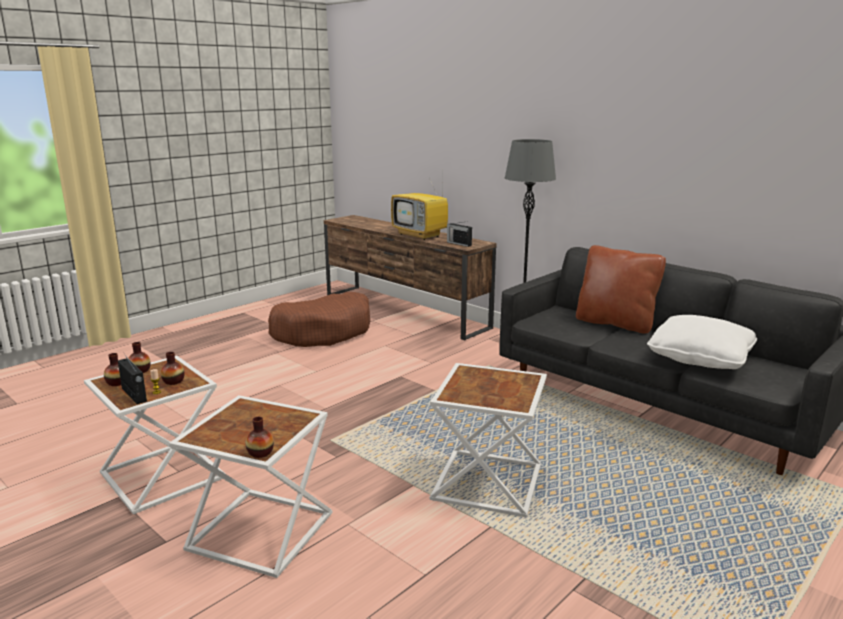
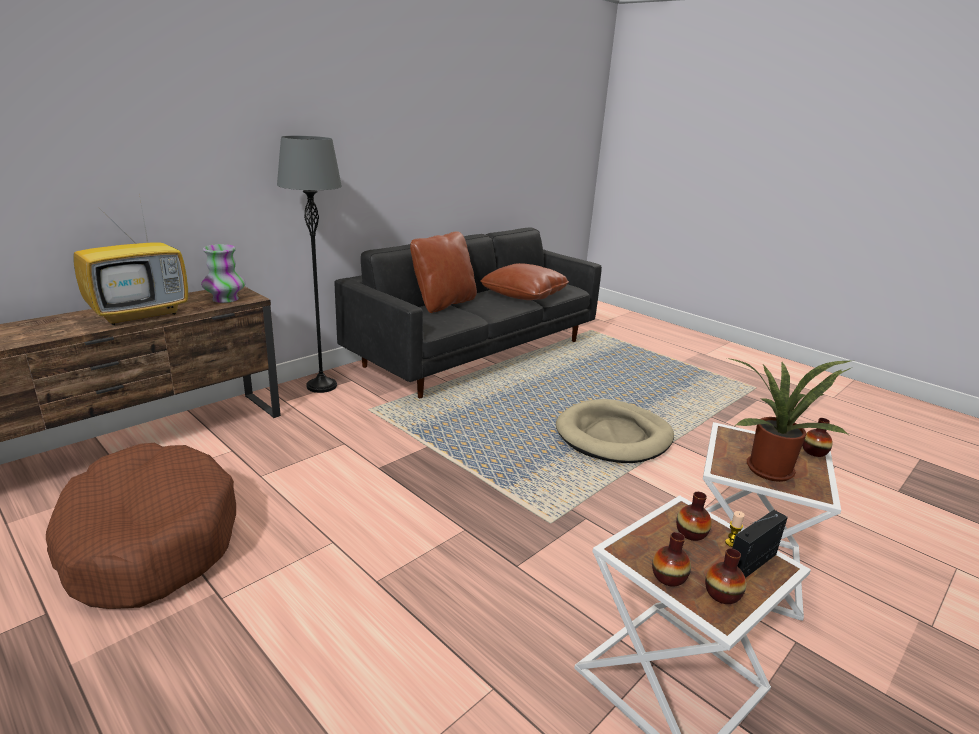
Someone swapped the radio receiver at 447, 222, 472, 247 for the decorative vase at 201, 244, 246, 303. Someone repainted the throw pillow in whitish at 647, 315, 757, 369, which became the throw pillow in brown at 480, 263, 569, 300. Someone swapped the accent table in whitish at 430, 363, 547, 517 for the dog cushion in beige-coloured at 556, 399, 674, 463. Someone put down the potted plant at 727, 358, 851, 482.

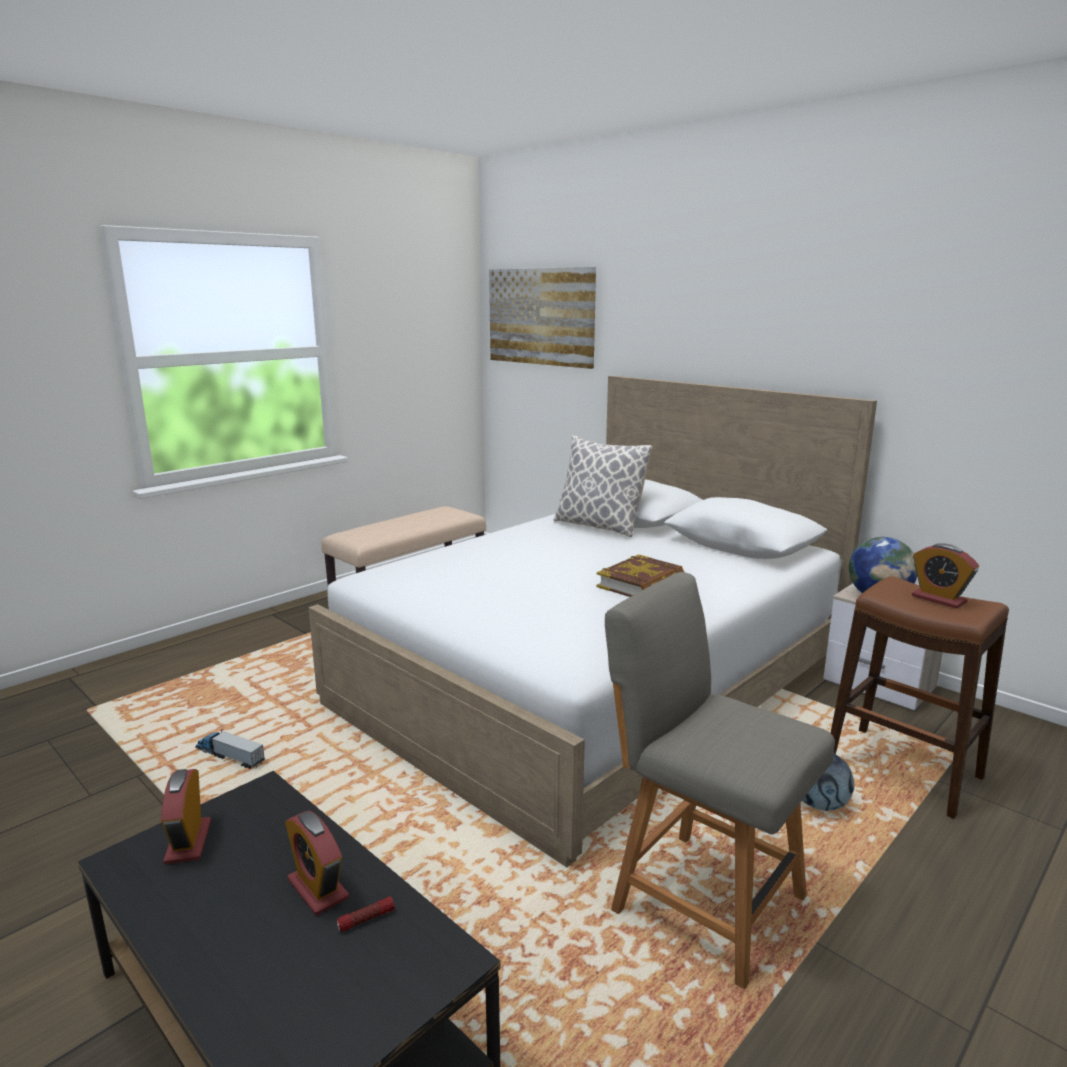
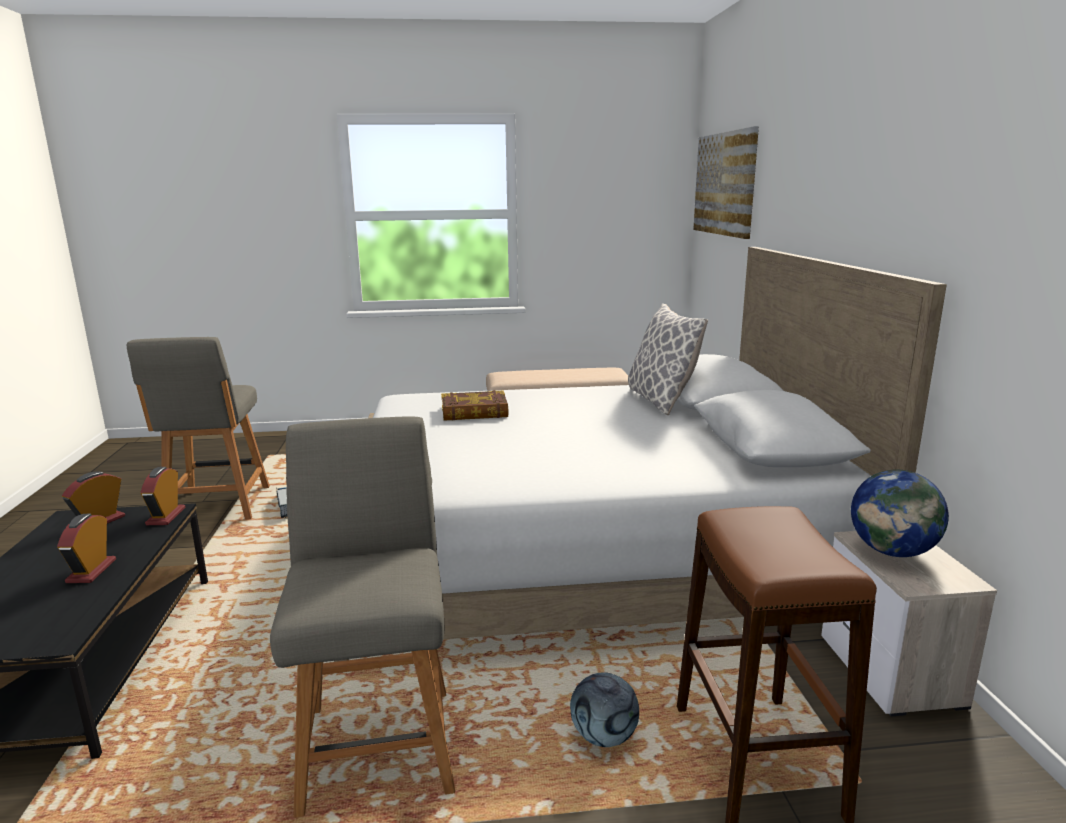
Someone put down the chair in grey at 127, 337, 270, 520. Someone carried the table clock from 912, 543, 979, 609 to 141, 467, 185, 525. Someone carried the book from 596, 554, 684, 597 to 441, 390, 508, 421. Someone took away the hand torch at 337, 896, 395, 932.

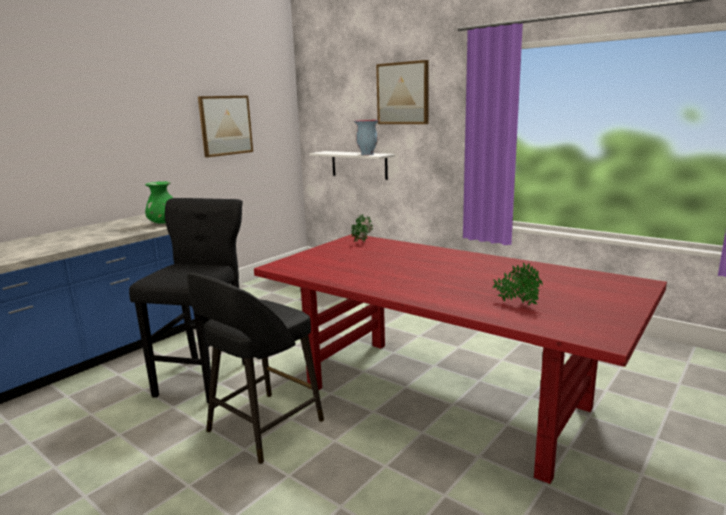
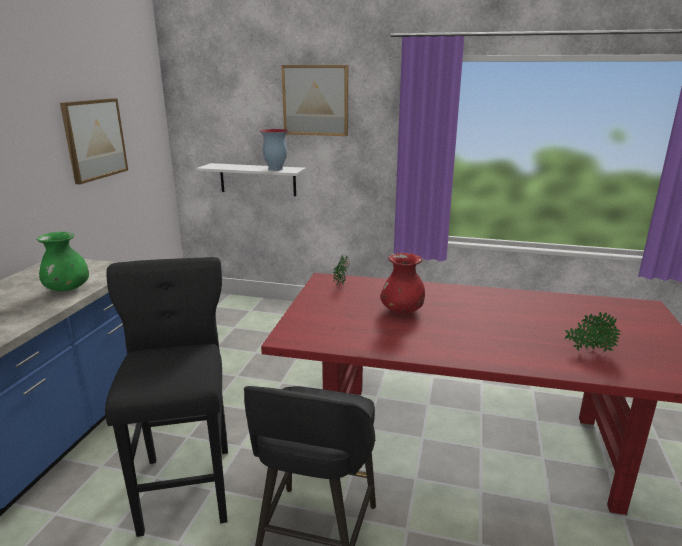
Someone put down the decorative vase in reddish at 380, 253, 425, 313.

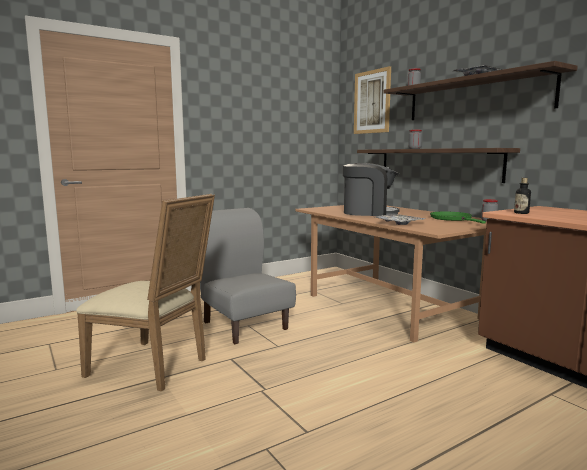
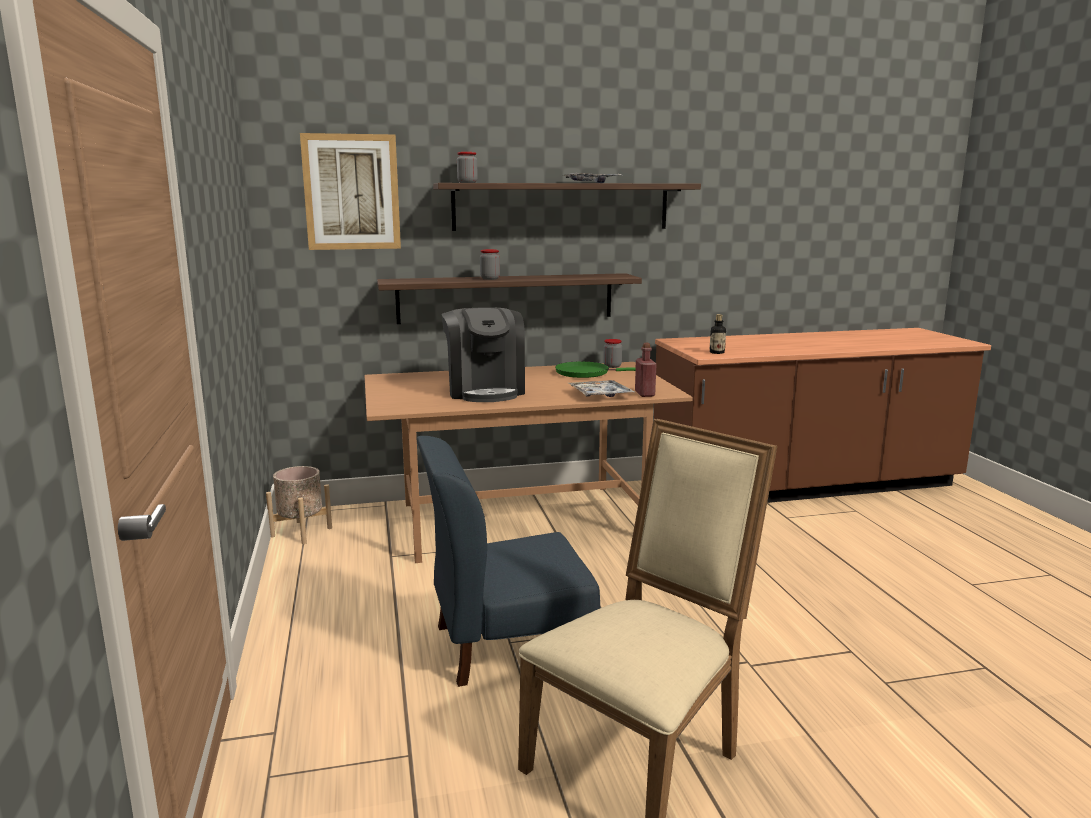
Someone put down the planter in beige-coloured at 266, 466, 332, 544. Someone repainted the chair in grey at 200, 208, 296, 344, which became the chair in bluish at 416, 436, 600, 687. Someone rotated the coffee maker at 343, 163, 400, 216 by 135 degrees clockwise. Someone put down the bottle in reddish at 635, 343, 657, 397.

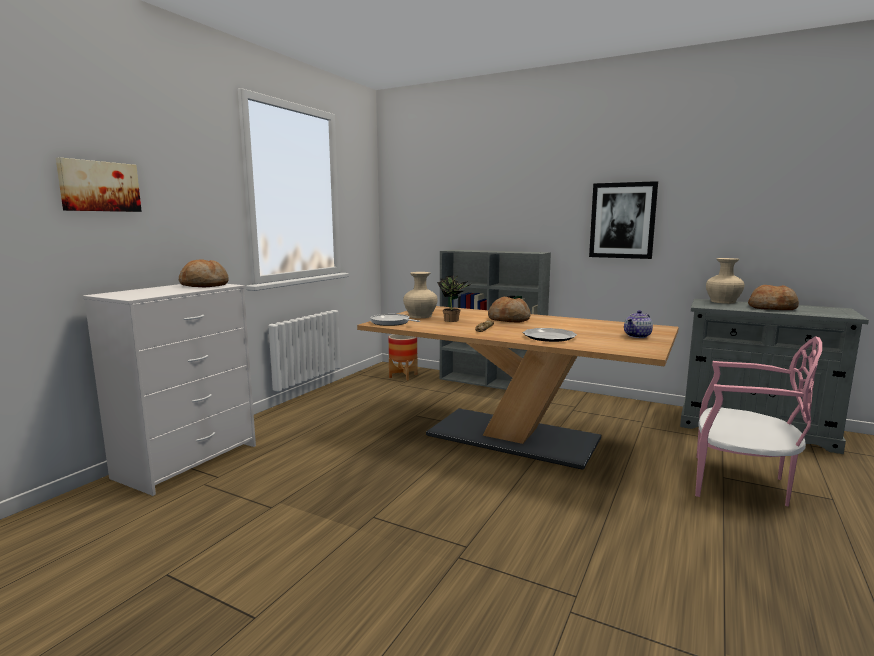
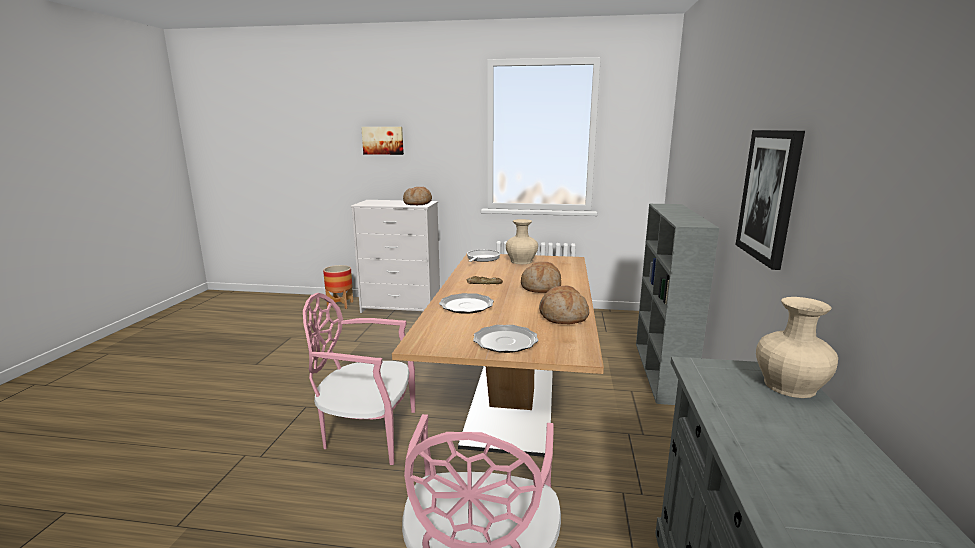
Someone put down the chair in pink at 303, 293, 415, 465. Someone carried the planter from 389, 334, 418, 381 to 323, 265, 353, 309. Someone swapped the tea pot at 624, 310, 653, 338 for the dinner plate at 473, 325, 539, 353. Someone carried the bread from 748, 285, 799, 310 to 539, 285, 589, 324. Someone took away the potted plant at 437, 276, 470, 322.

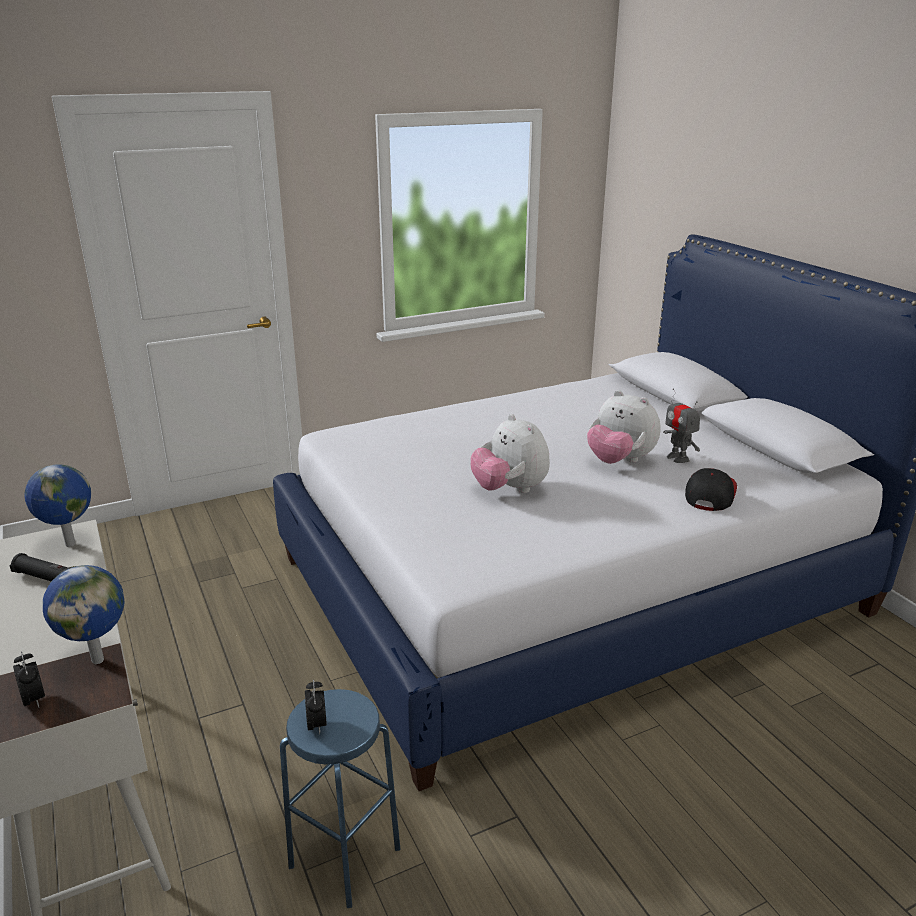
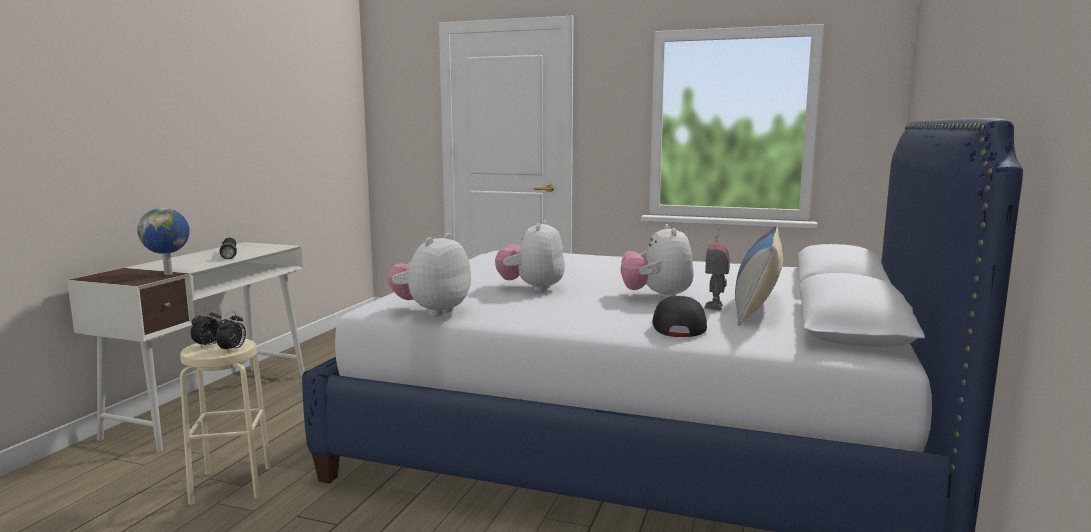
Someone repainted the sitting stool in bluish at 280, 689, 401, 908, which became the sitting stool in beige-coloured at 180, 339, 271, 505. Someone carried the table clock from 13, 651, 45, 708 to 216, 311, 246, 352. Someone put down the cuddly toy at 387, 233, 471, 316. Someone rotated the peaked cap at 685, 468, 737, 511 by 60 degrees counterclockwise. Someone put down the throw pillow at 735, 226, 783, 326. Someone took away the desk globe at 24, 464, 91, 547.

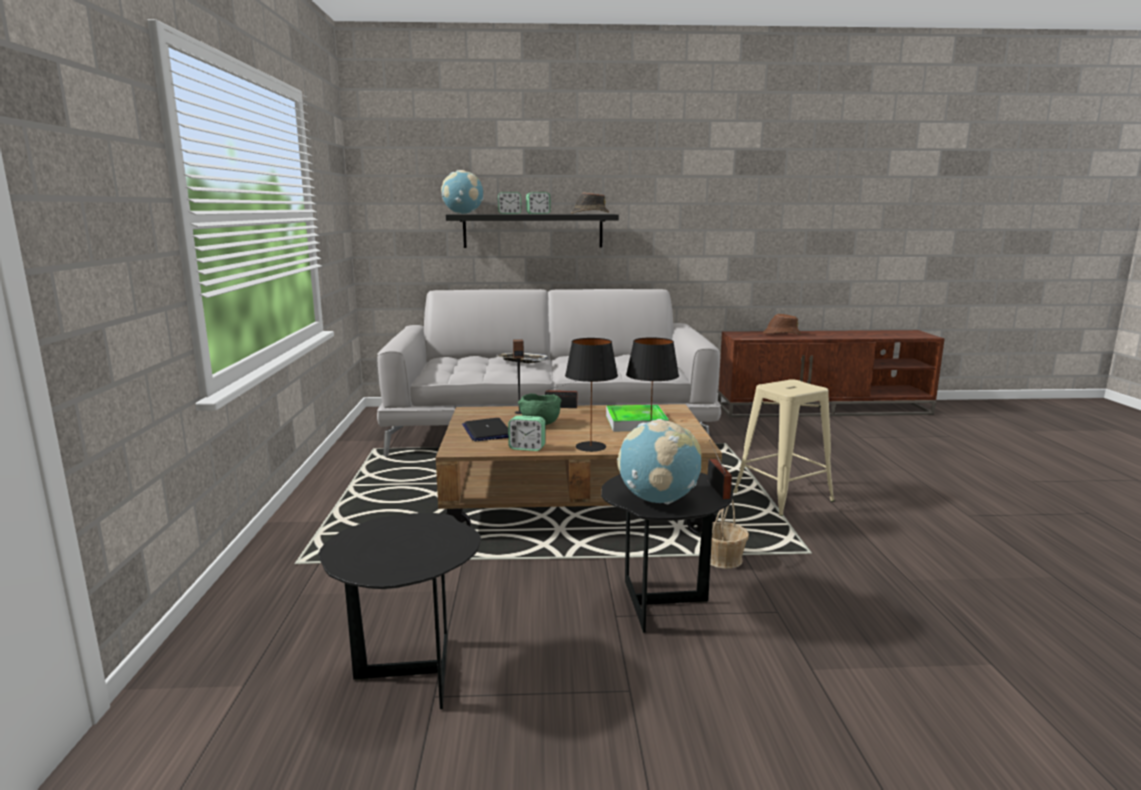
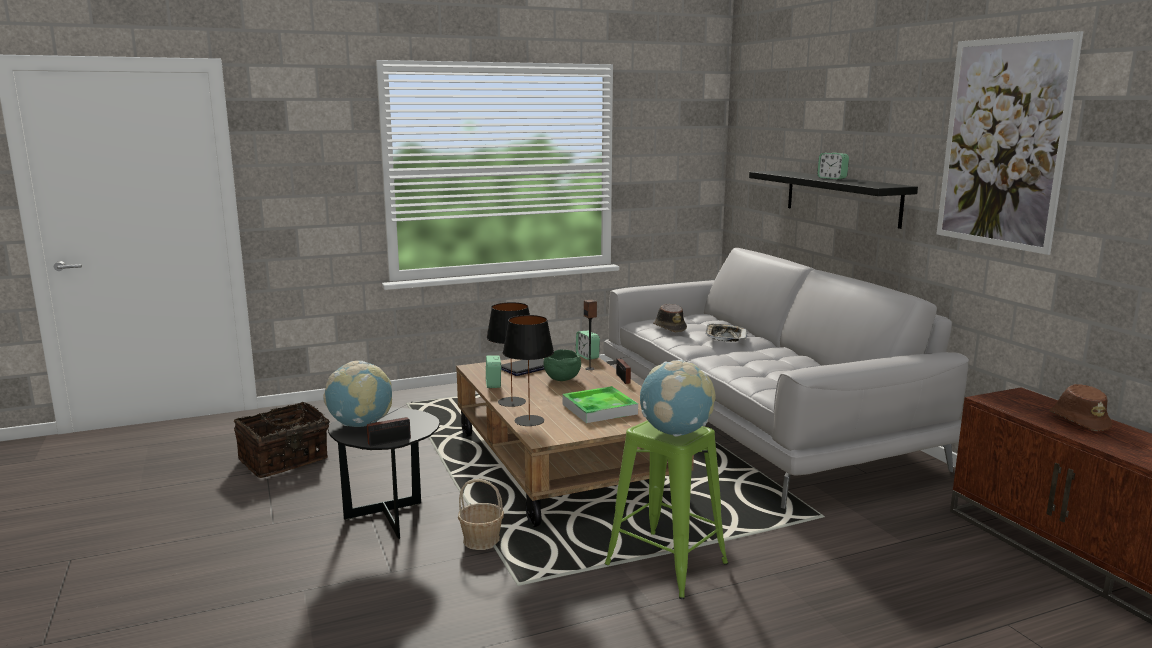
Someone swapped the accent table in black-coloured at 318, 513, 481, 709 for the storage basket at 234, 402, 330, 478. Someone carried the table clock from 498, 192, 521, 214 to 576, 331, 600, 360. Someone repainted the sitting stool in beige-coloured at 733, 379, 835, 516, which became the sitting stool in greenish at 605, 420, 728, 599. Someone carried the desk globe from 441, 170, 483, 214 to 640, 360, 716, 437. Someone carried the wearable hat in brown from 571, 192, 609, 214 to 653, 304, 687, 332. Someone put up the picture at 937, 31, 1083, 255.

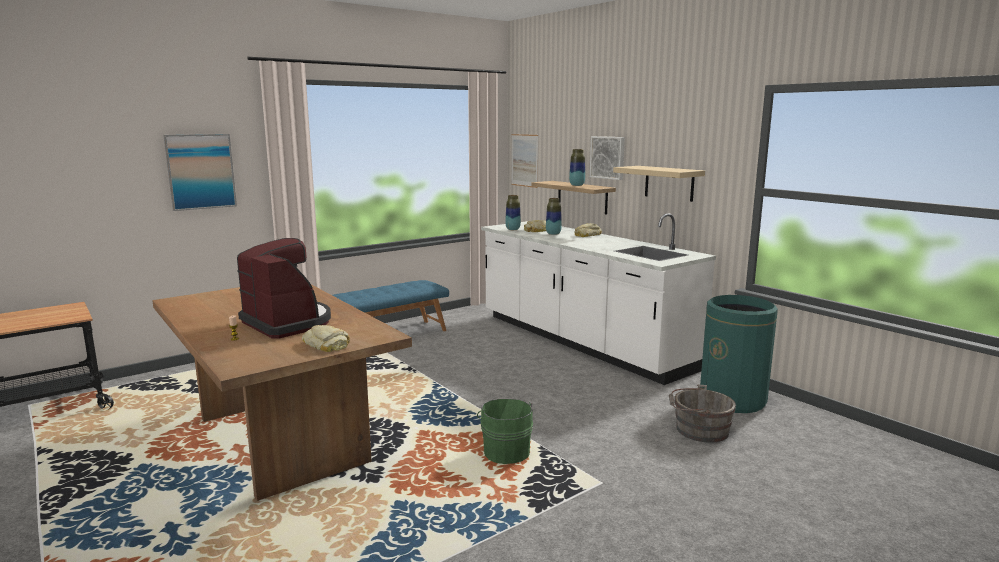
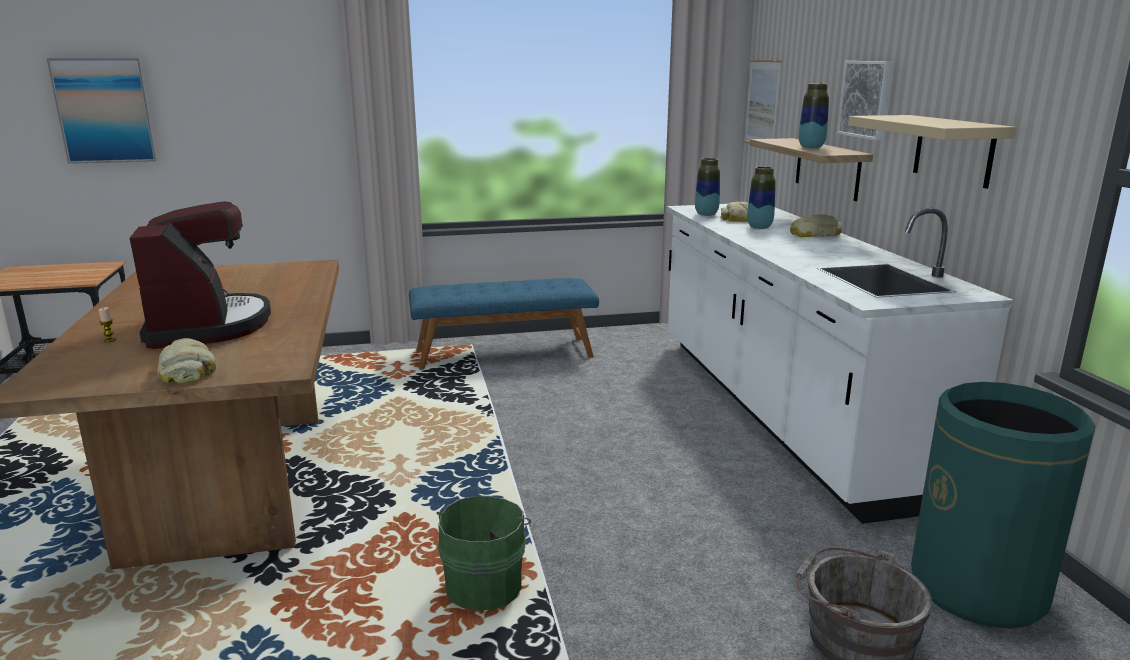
Someone carried the picture from 163, 134, 237, 211 to 47, 58, 158, 164.

